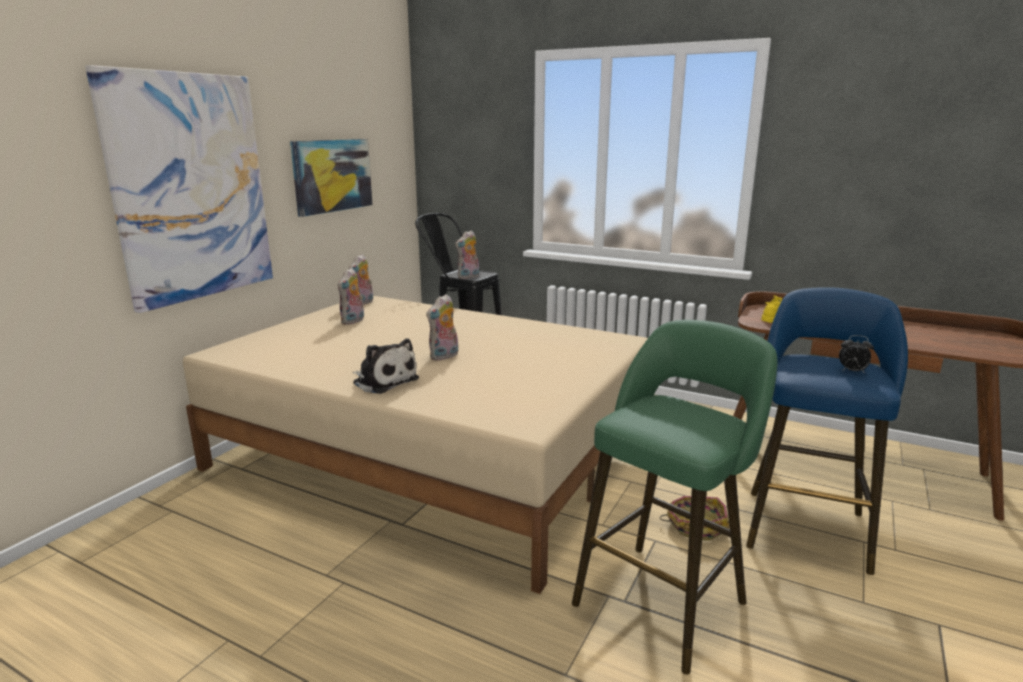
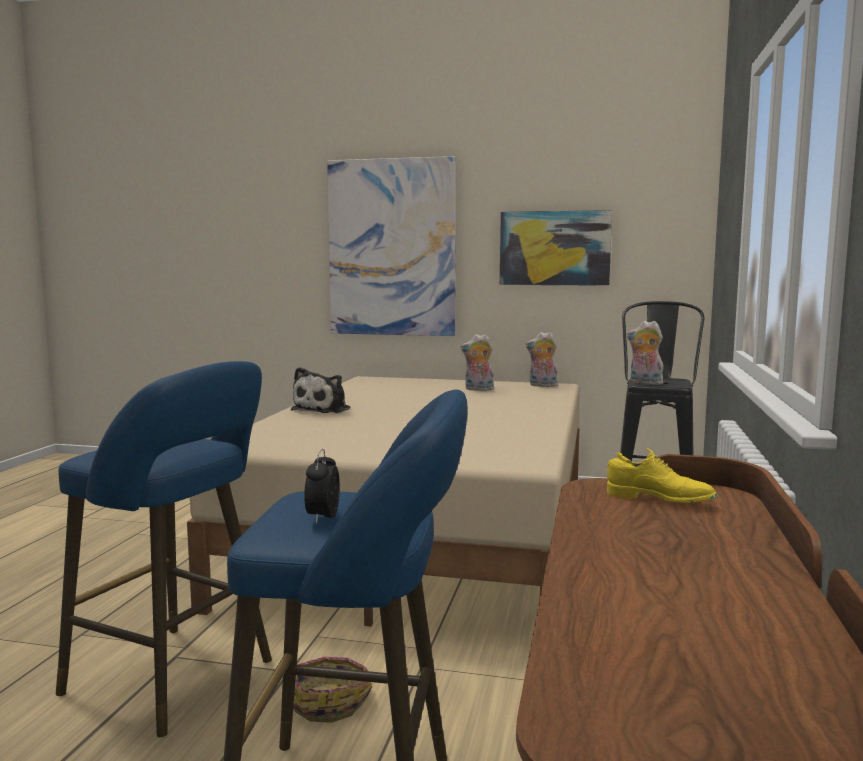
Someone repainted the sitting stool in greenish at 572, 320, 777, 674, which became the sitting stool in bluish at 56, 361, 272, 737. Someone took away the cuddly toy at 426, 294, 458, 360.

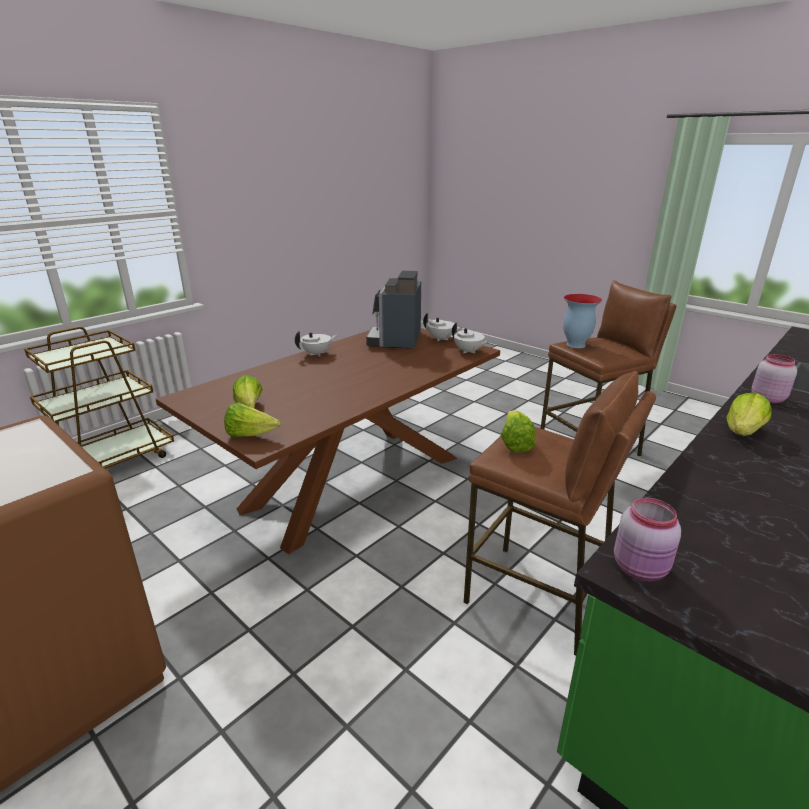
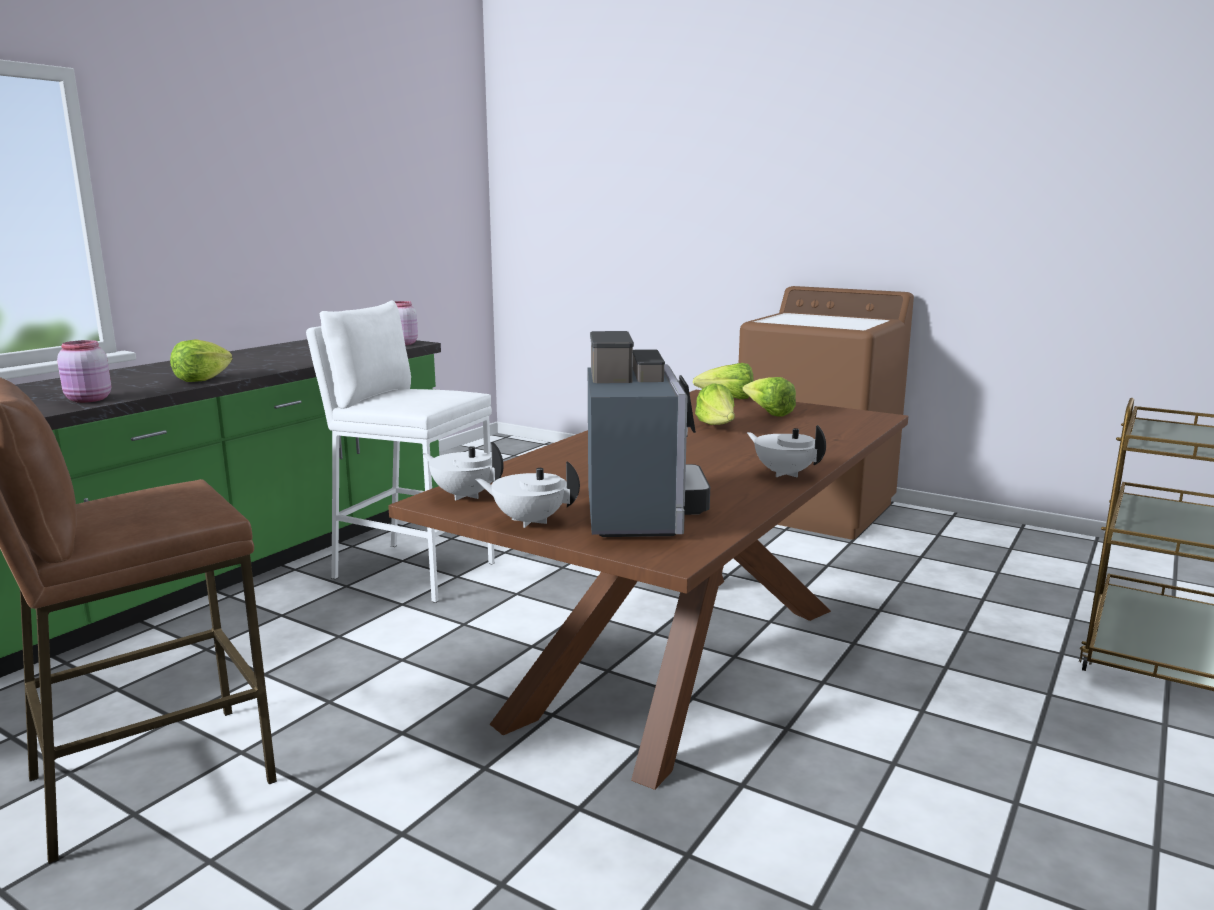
Someone repainted the sitting stool in brown at 464, 371, 656, 655, which became the sitting stool in whitish at 306, 300, 495, 603. Someone carried the head of lettuce from 501, 410, 536, 453 to 695, 383, 735, 425. Someone rotated the tea pot in whitish at 295, 331, 337, 357 by 90 degrees clockwise. Someone took away the decorative vase at 563, 294, 603, 348.

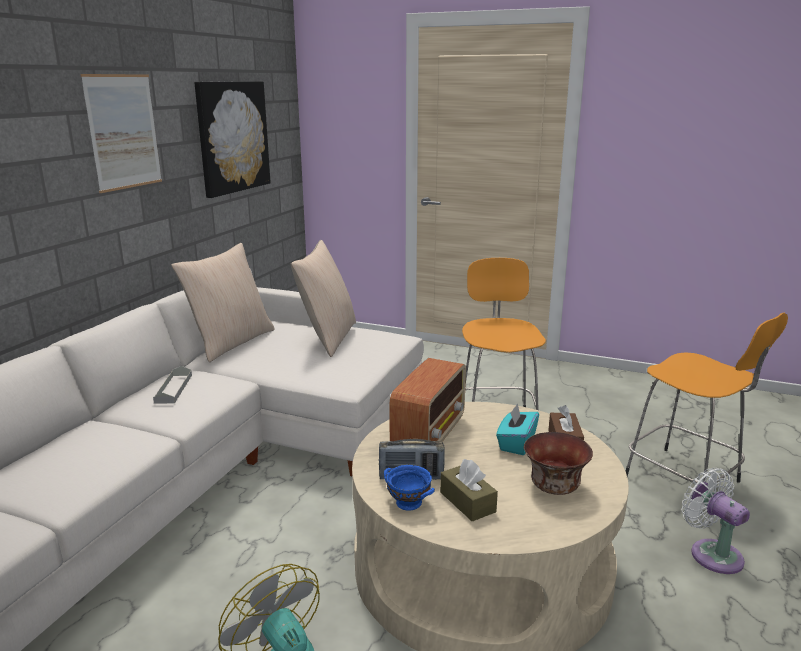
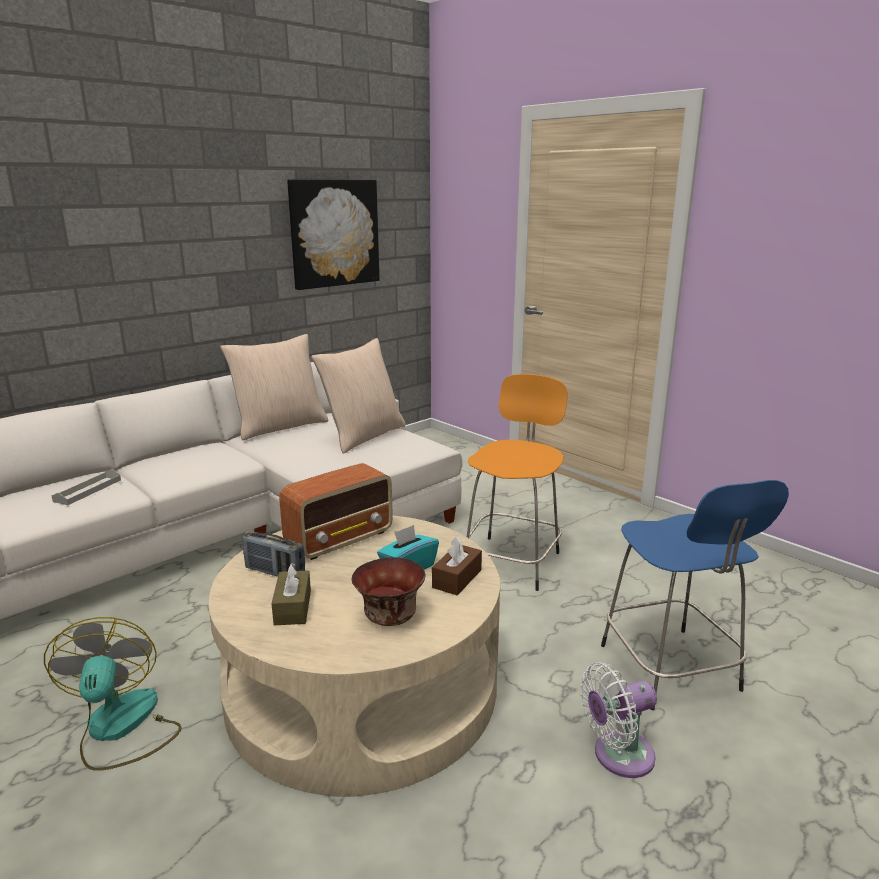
Someone carried the tray in grey from 153, 366, 192, 404 to 51, 469, 121, 505. Someone rotated the cooling fan in whitish at 682, 468, 750, 574 by 105 degrees counterclockwise. Someone repainted the sitting stool in orangey at 626, 313, 788, 511, which became the sitting stool in bluish at 601, 480, 789, 710. Someone took away the picture at 80, 74, 162, 193. Someone took away the deep dish in bluish at 384, 465, 435, 511.

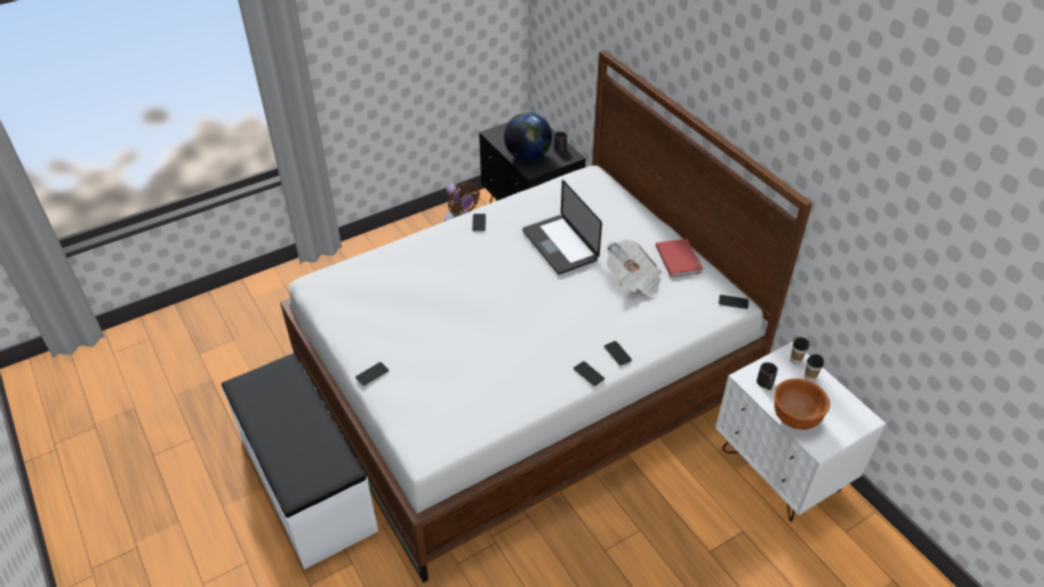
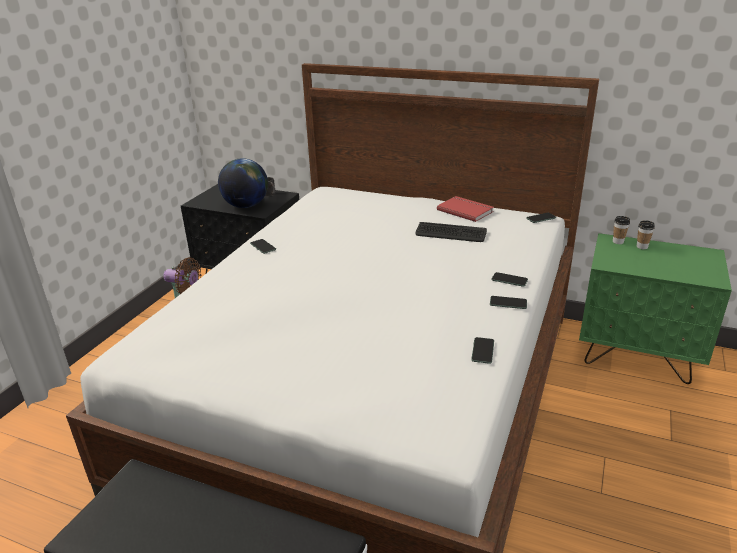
Someone swapped the printed paper at 606, 240, 661, 297 for the PC keyboard at 415, 222, 487, 242. Someone carried the phone from 355, 362, 389, 386 to 471, 337, 494, 364. Someone repainted the bedside table in whitish at 715, 342, 886, 522, which became the bedside table in greenish at 579, 233, 732, 384. Someone took away the portable computer at 523, 180, 602, 275. Someone took away the tea mug in black-coloured at 757, 362, 778, 390. Someone took away the deep dish in brown at 774, 379, 830, 430.

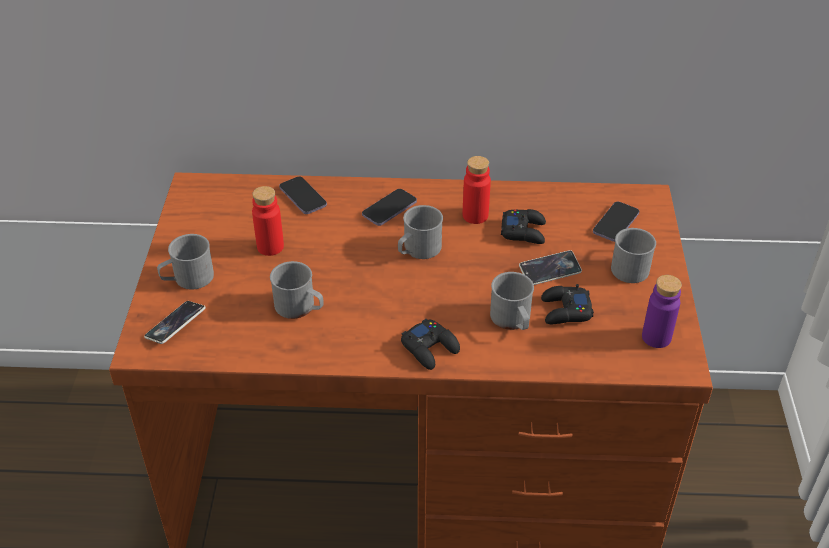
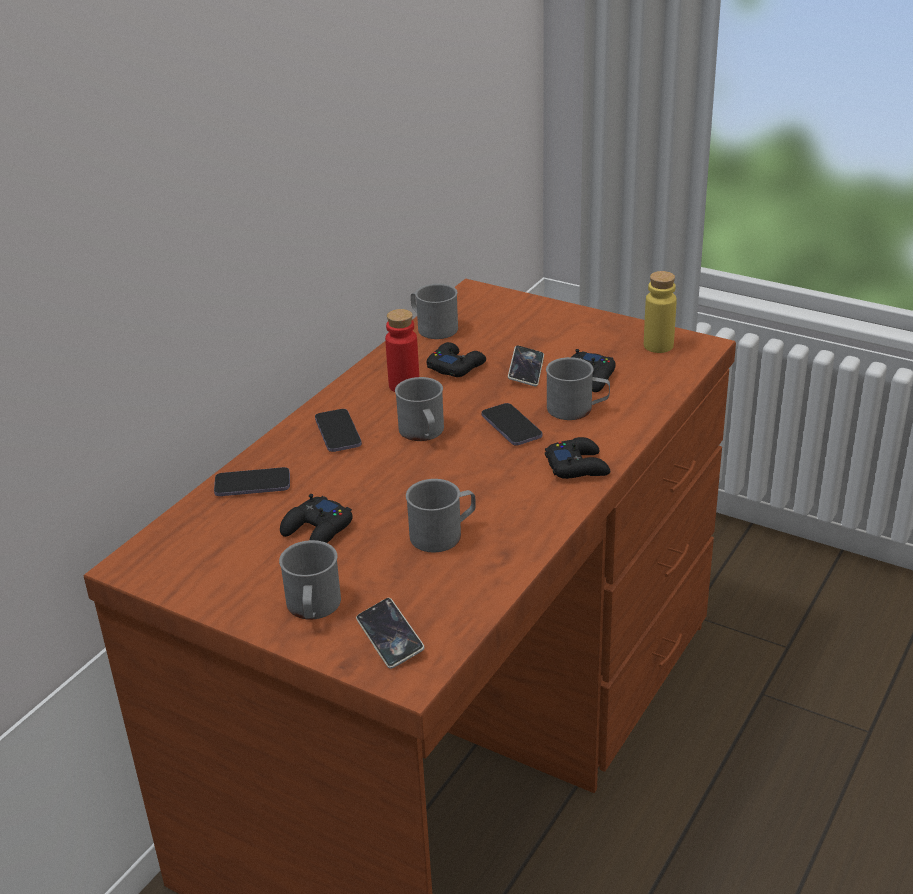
Someone swapped the bottle in reddish at 252, 186, 284, 256 for the game controller in black-coloured at 280, 494, 352, 543. Someone carried the tea mug in grey from 611, 228, 656, 283 to 411, 284, 458, 339. Someone carried the phone from 593, 202, 639, 242 to 482, 403, 542, 446. Someone repainted the bottle in purple-coloured at 642, 275, 682, 348, which became the bottle in yellowish at 644, 271, 677, 353.

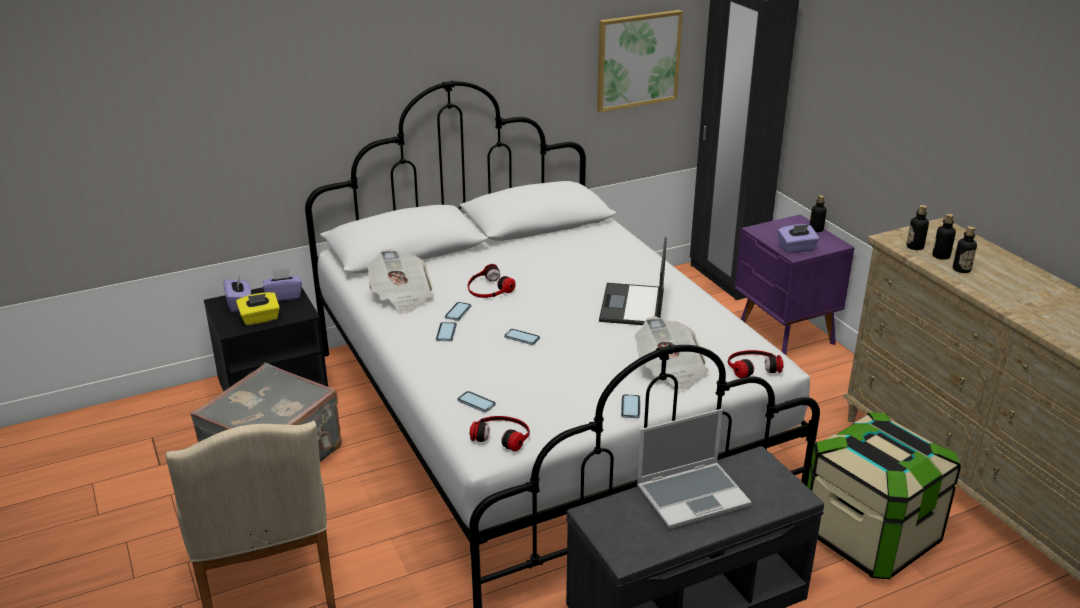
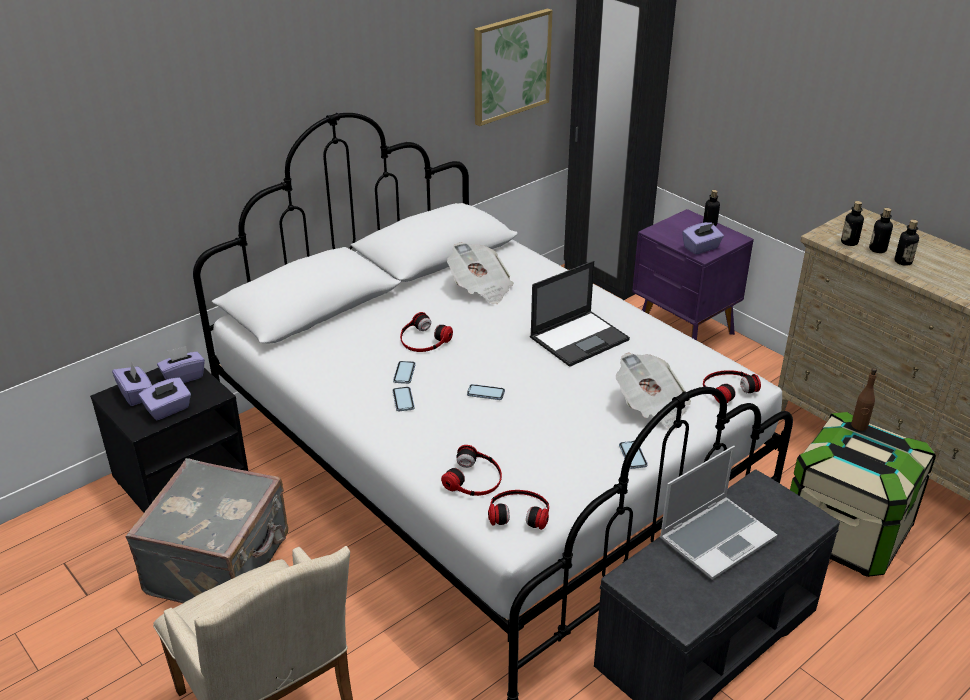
Someone repainted the box of tissues in yellowish at 236, 292, 280, 326, which became the box of tissues in purple-coloured at 139, 377, 191, 420. Someone swapped the phone at 457, 391, 496, 412 for the headset at 441, 445, 502, 496. Someone carried the printed paper from 367, 249, 434, 314 to 447, 242, 514, 304. Someone rotated the portable computer at 599, 237, 667, 325 by 120 degrees counterclockwise. Someone put down the bottle in brown at 851, 368, 877, 431.

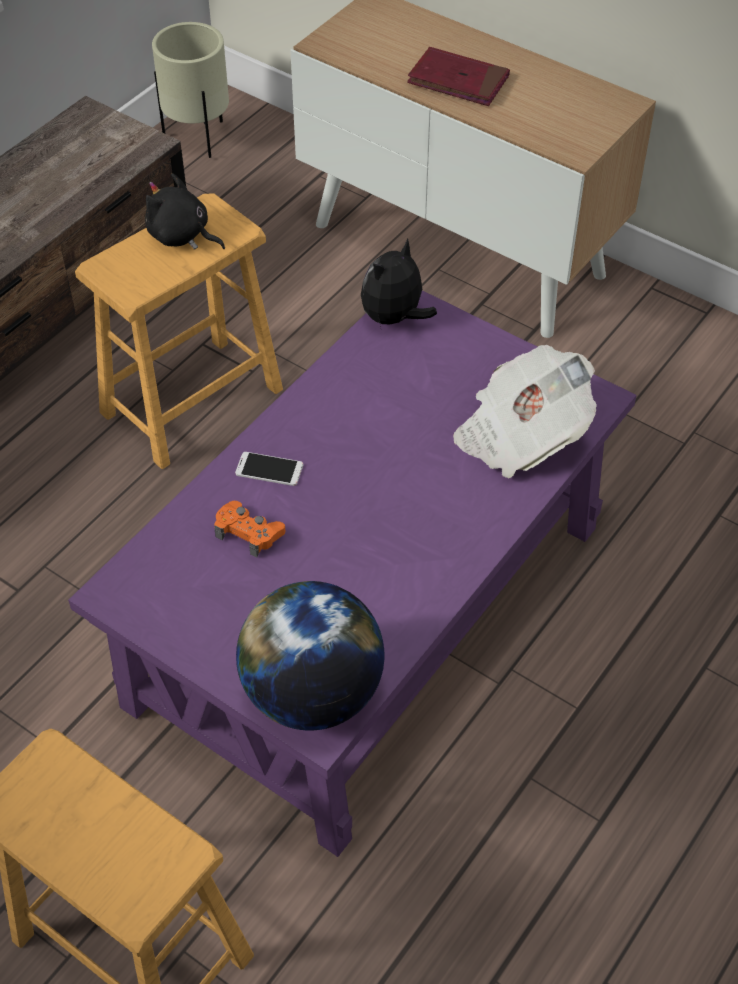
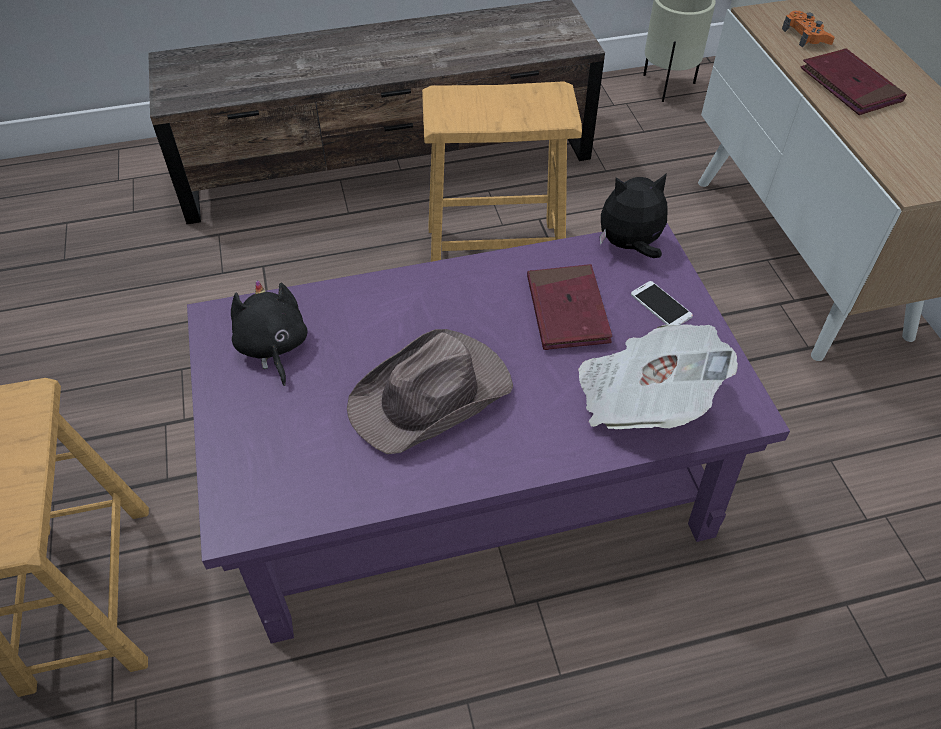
Someone carried the cuddly toy in black-coloured from 145, 173, 225, 249 to 231, 280, 307, 386. Someone put down the wearable hat in brown at 347, 329, 513, 454. Someone put down the book in reddish at 527, 264, 612, 350. Someone carried the phone from 235, 452, 303, 486 to 631, 281, 693, 326. Someone carried the game controller in orangey from 214, 501, 286, 557 to 782, 11, 835, 48. Someone took away the desk globe at 236, 581, 384, 730.

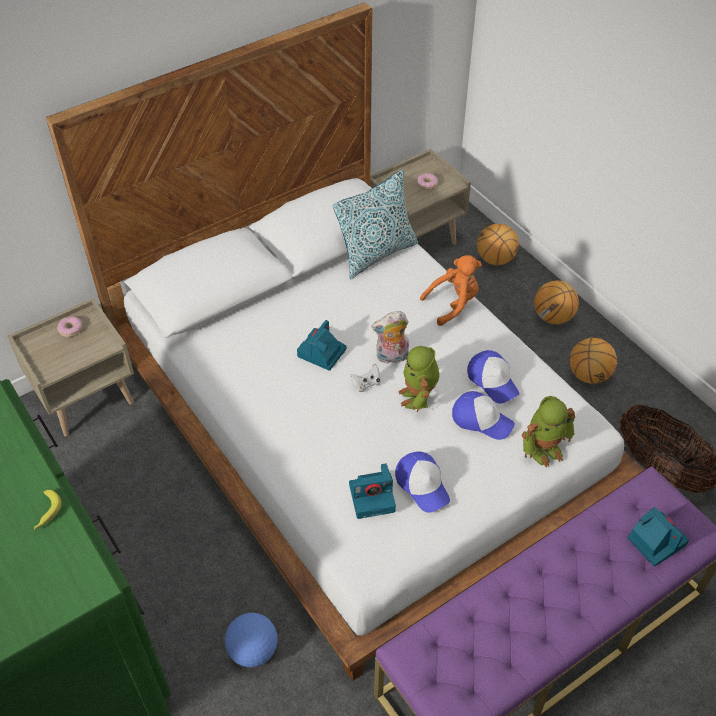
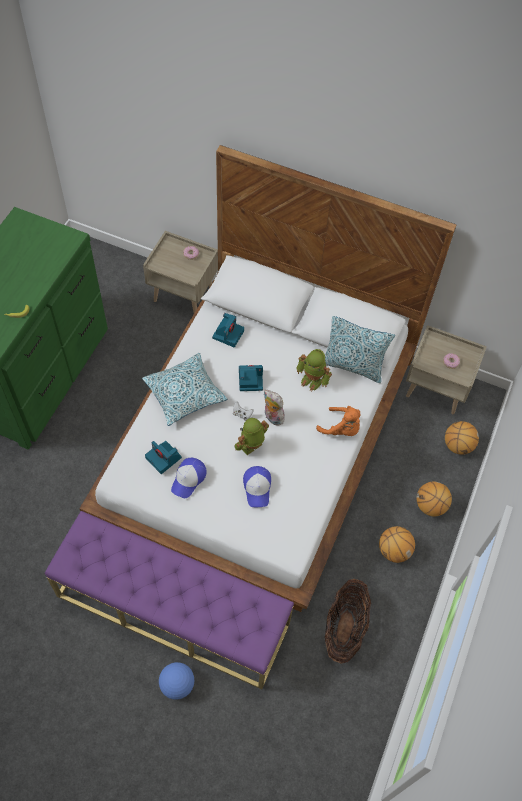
Someone put down the throw pillow at 142, 353, 227, 426. Someone carried the football from 225, 613, 278, 667 to 159, 662, 194, 700. Someone carried the still camera from 627, 507, 689, 567 to 212, 313, 244, 347. Someone carried the robot figure from 522, 396, 575, 468 to 296, 349, 332, 391. Someone took away the peaked cap at 467, 350, 519, 404.

